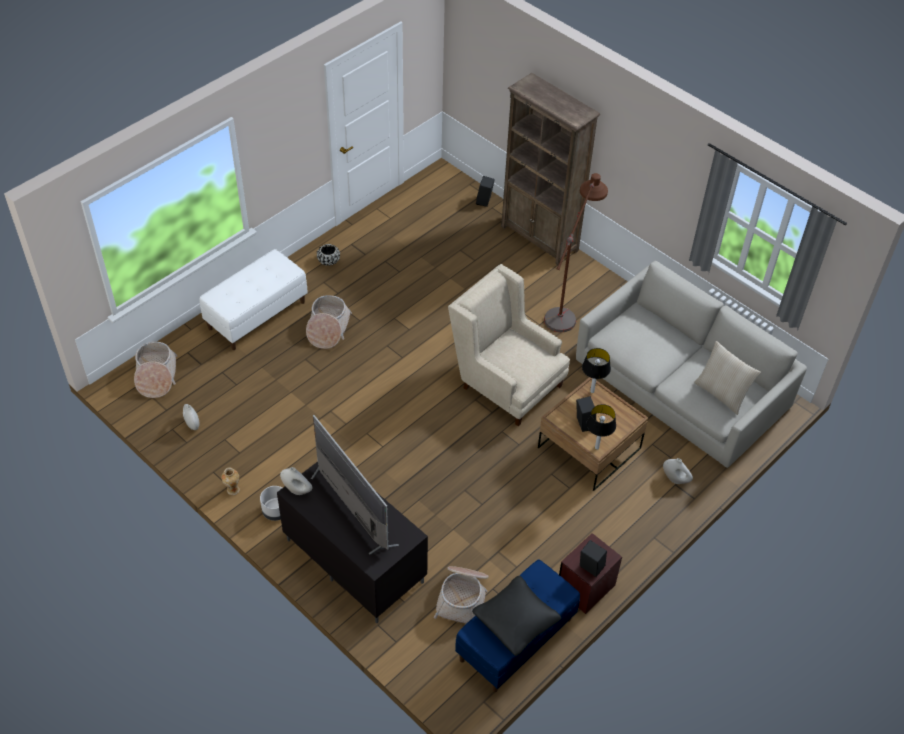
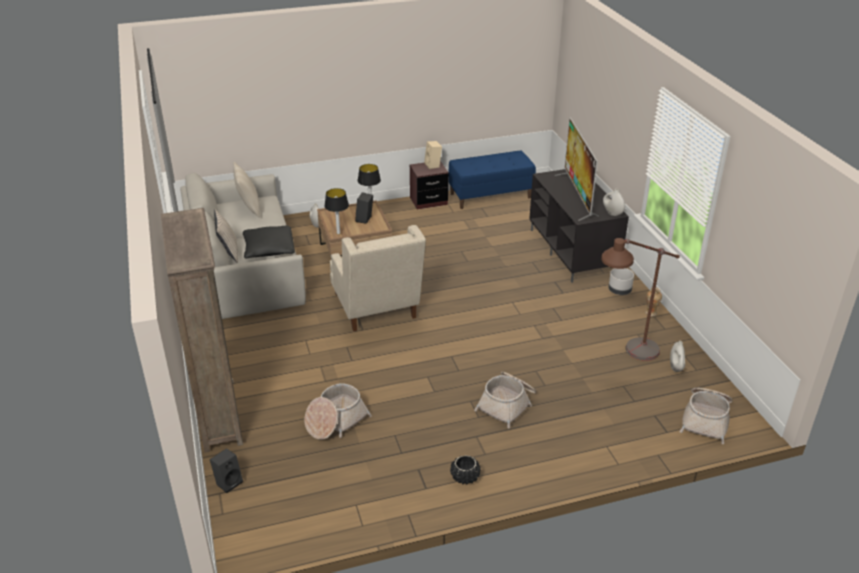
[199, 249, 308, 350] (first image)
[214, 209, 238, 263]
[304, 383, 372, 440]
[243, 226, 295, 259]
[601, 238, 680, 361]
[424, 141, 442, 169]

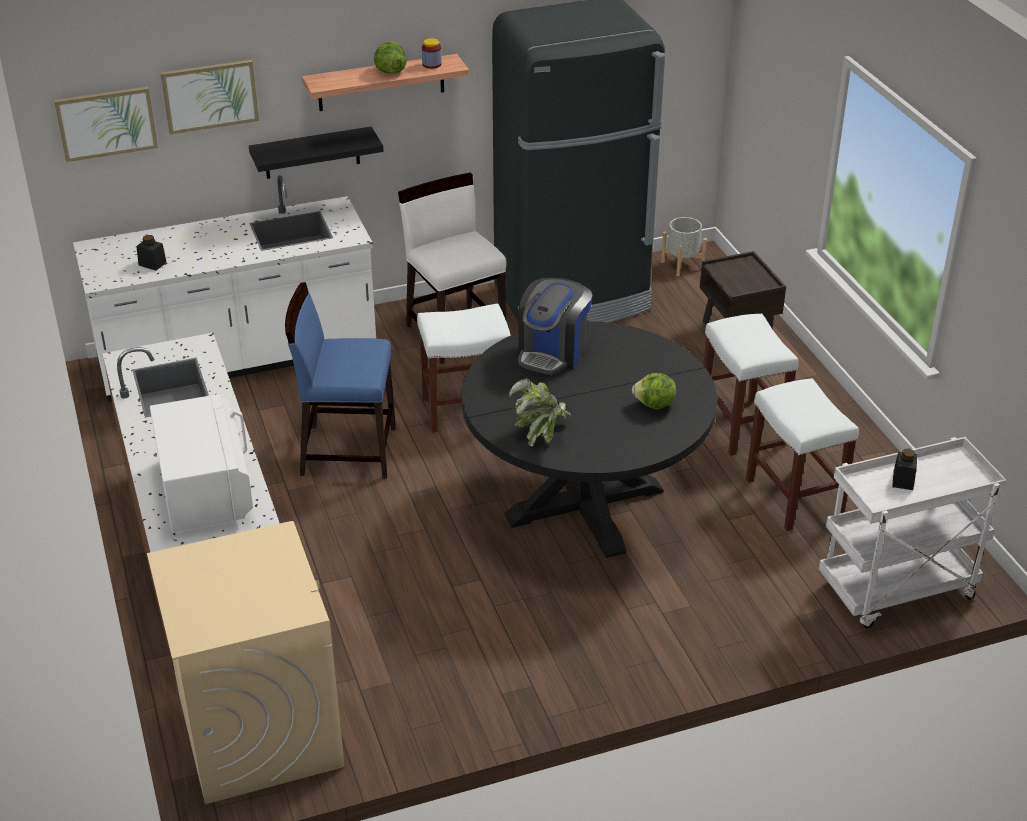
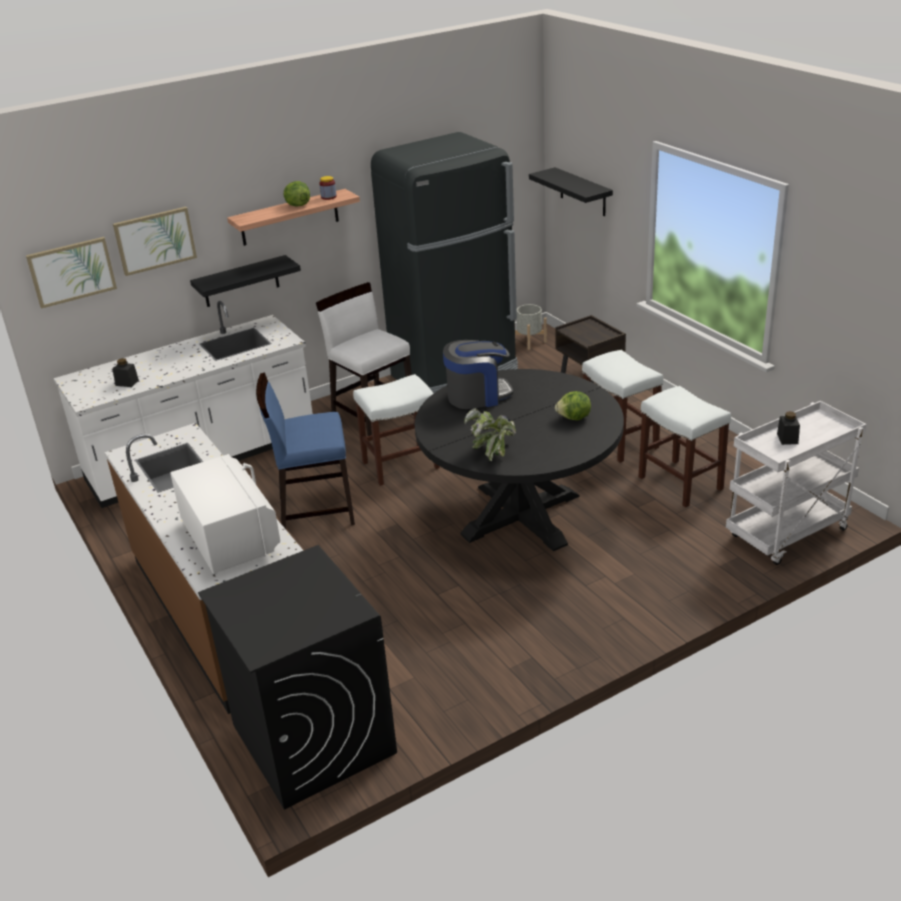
[529, 167, 613, 216]
[198, 545, 397, 810]
[443, 340, 513, 409]

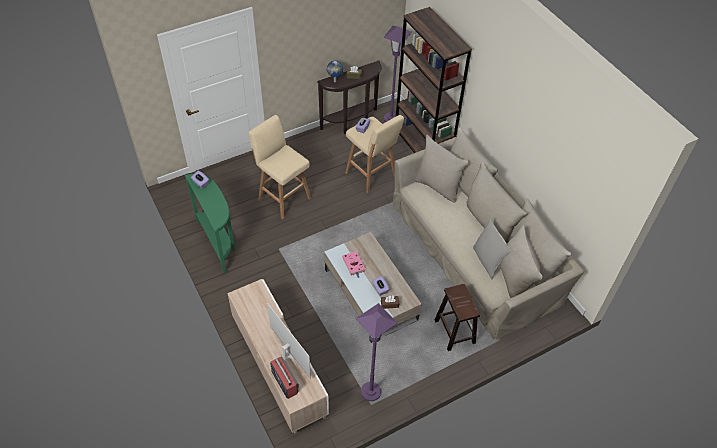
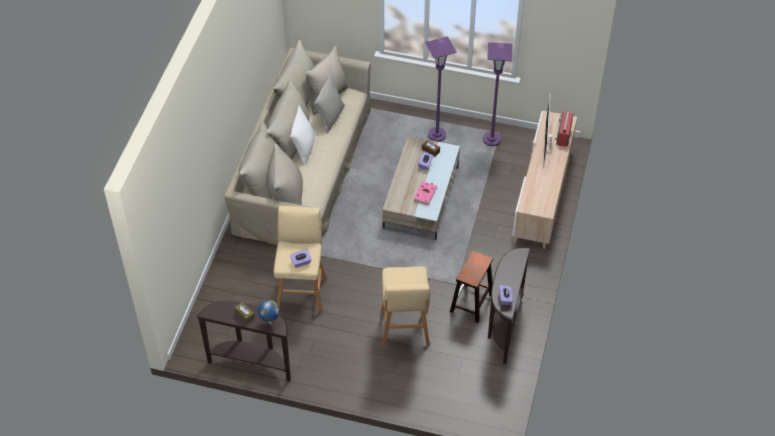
[396, 7, 472, 153] (first image)
[290, 106, 315, 165]
[425, 36, 457, 142]
[450, 250, 493, 323]
[488, 248, 530, 364]

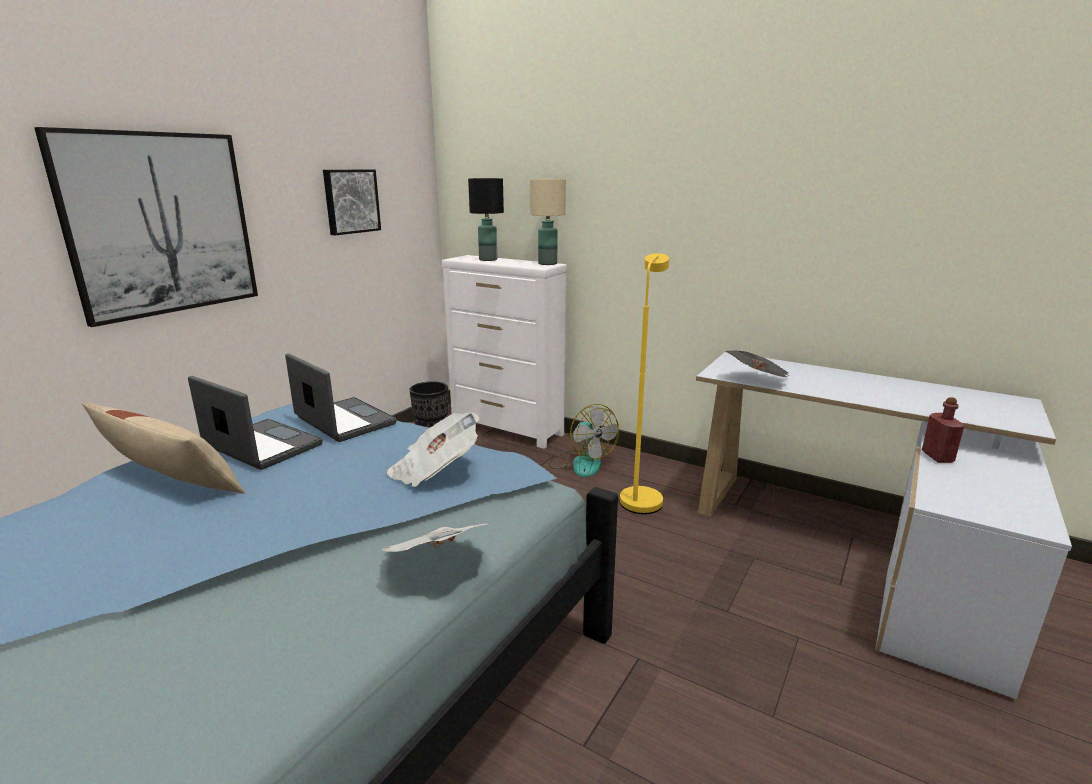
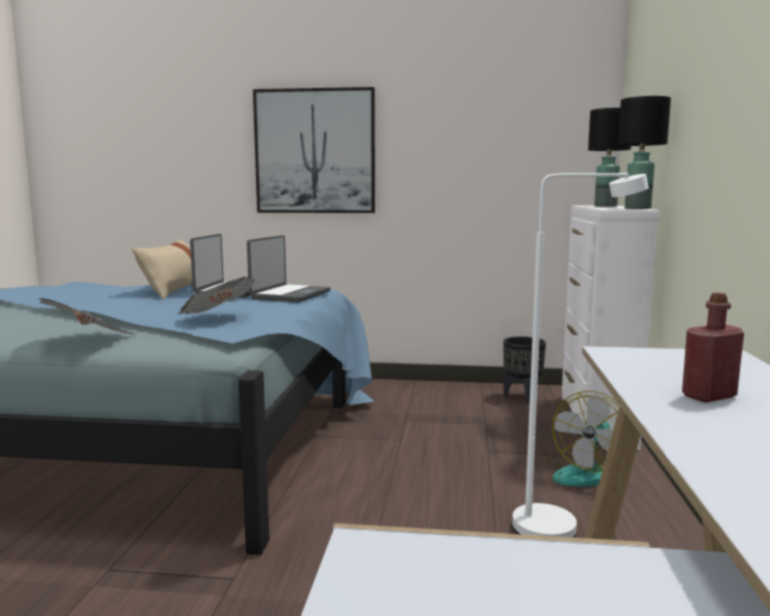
[323, 169, 381, 235] (first image)
[725, 351, 790, 377] (first image)
[682, 292, 744, 403]
[618, 96, 671, 209]
[512, 173, 649, 538]

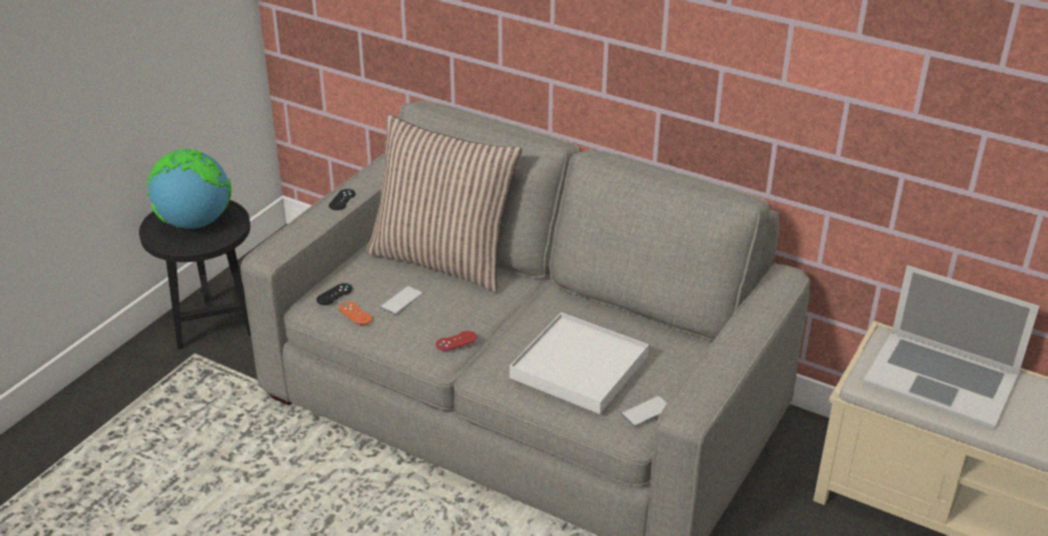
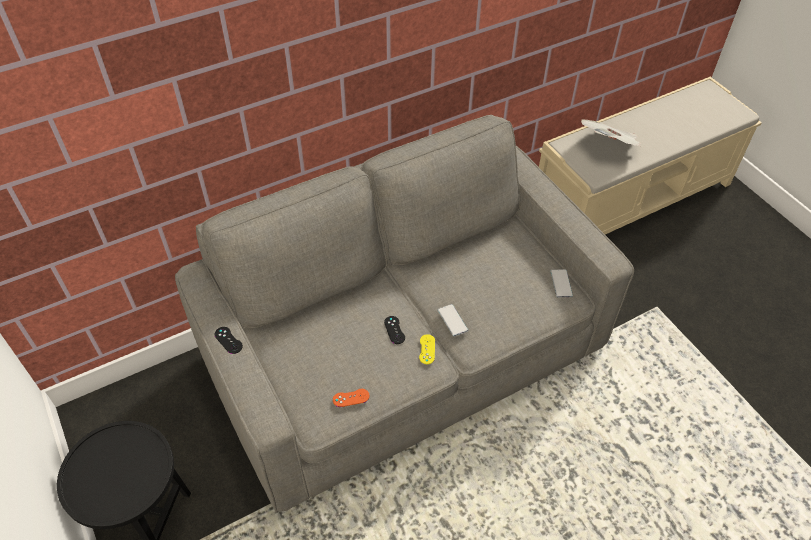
[147, 148, 231, 229] (first image)
[366, 114, 522, 292] (first image)
[509, 312, 649, 414] (first image)
[384, 316, 405, 344]
[438, 304, 468, 336]
[581, 119, 641, 147]
[419, 334, 435, 364]

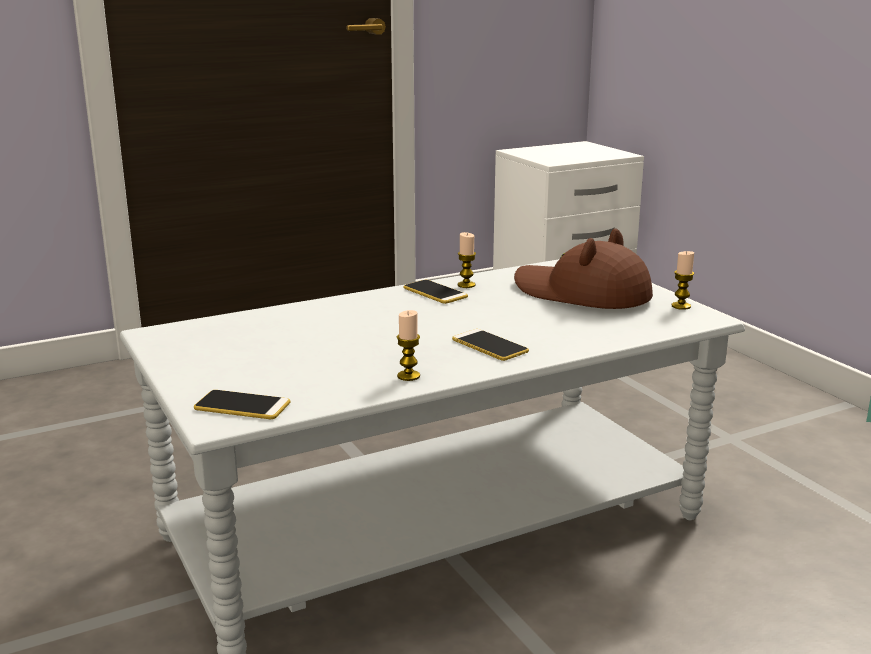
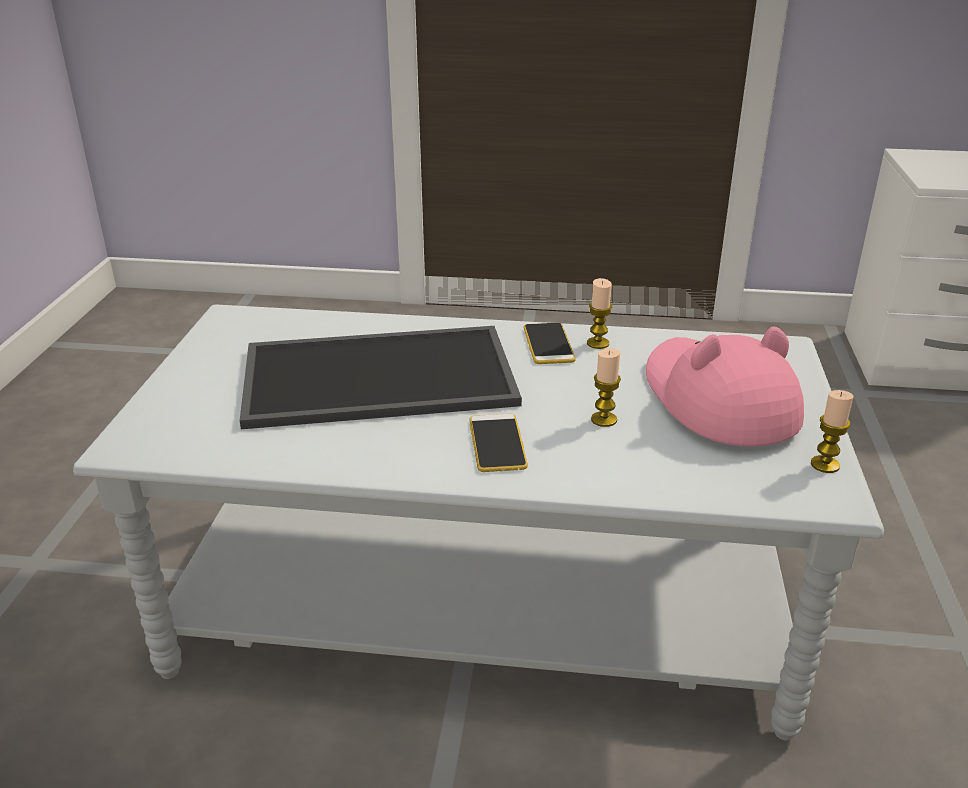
[194, 390, 291, 419] (first image)
[240, 326, 522, 429]
[591, 349, 621, 427]
[646, 327, 804, 446]

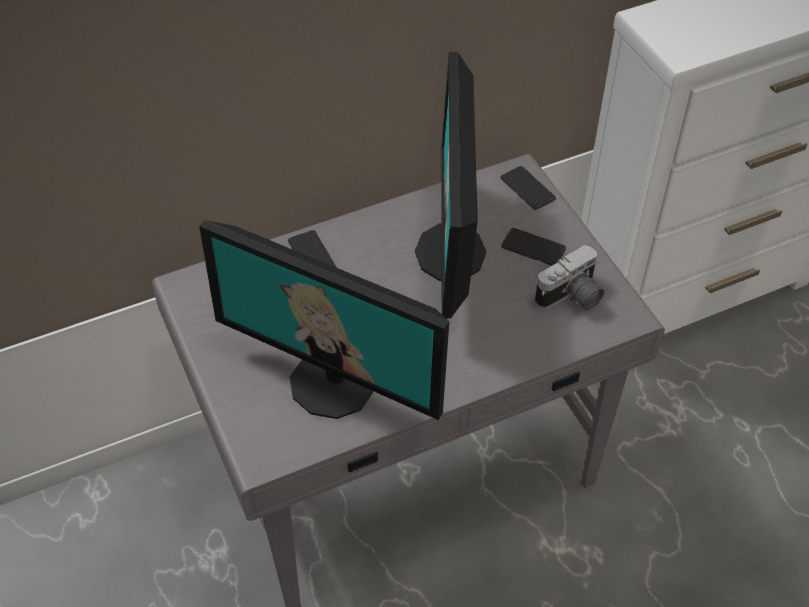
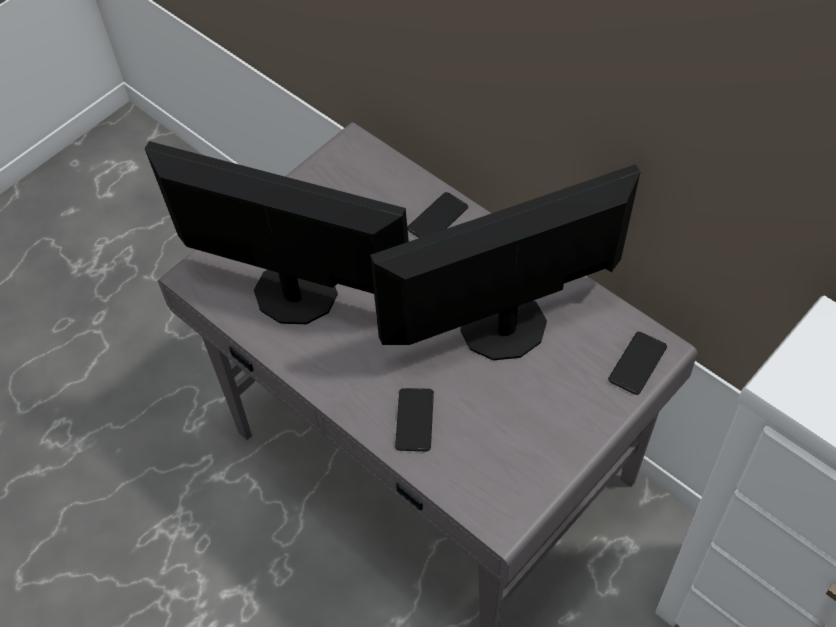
[535, 245, 604, 310] (first image)
[395, 388, 434, 451]
[145, 141, 409, 324]

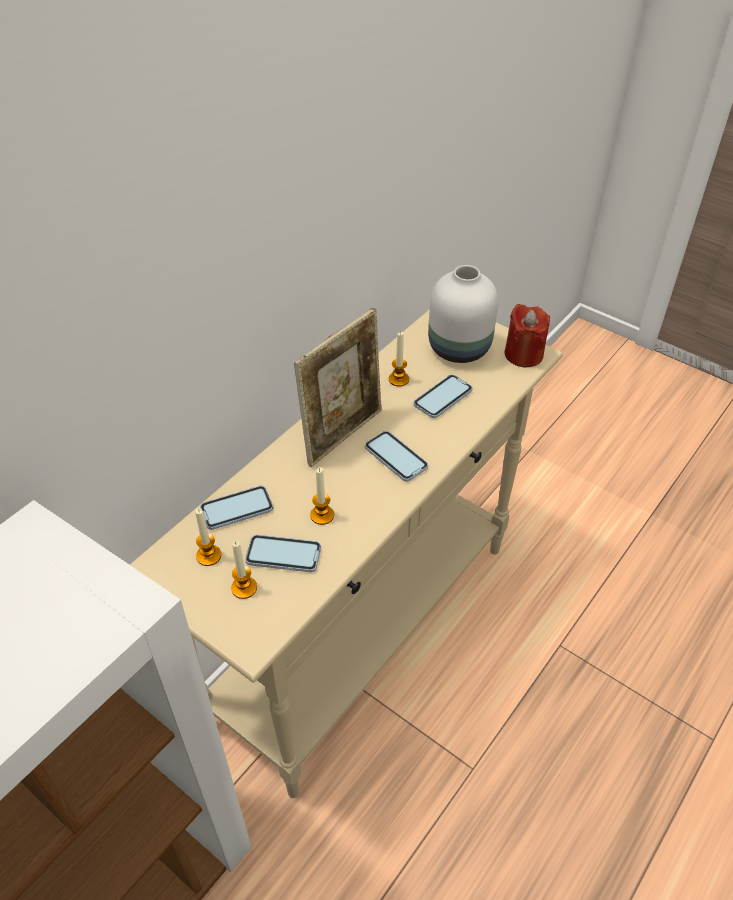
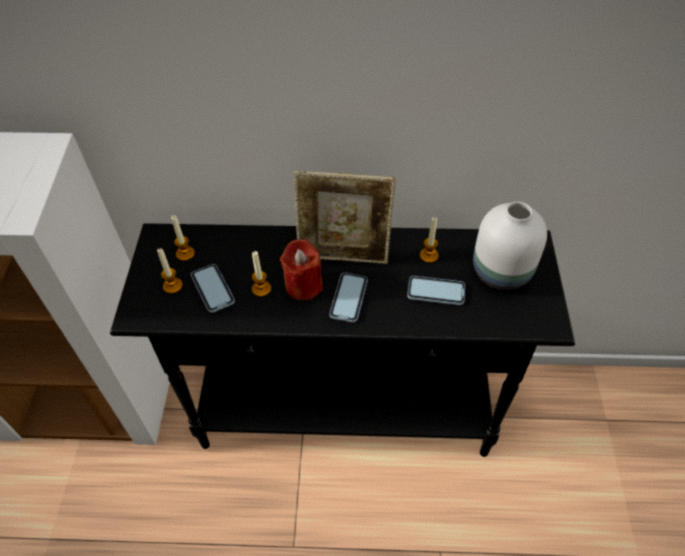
[200, 486, 273, 530] (first image)
[280, 239, 323, 300]
[110, 223, 575, 457]

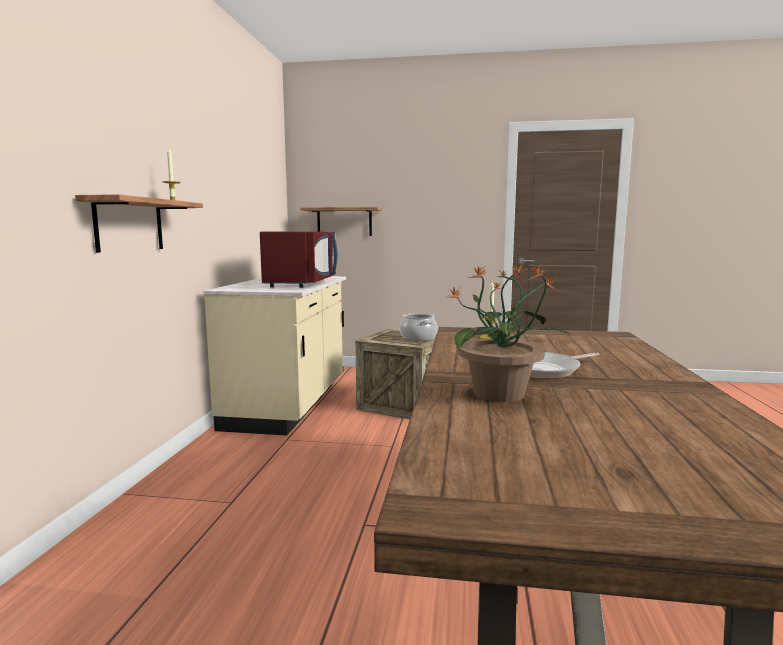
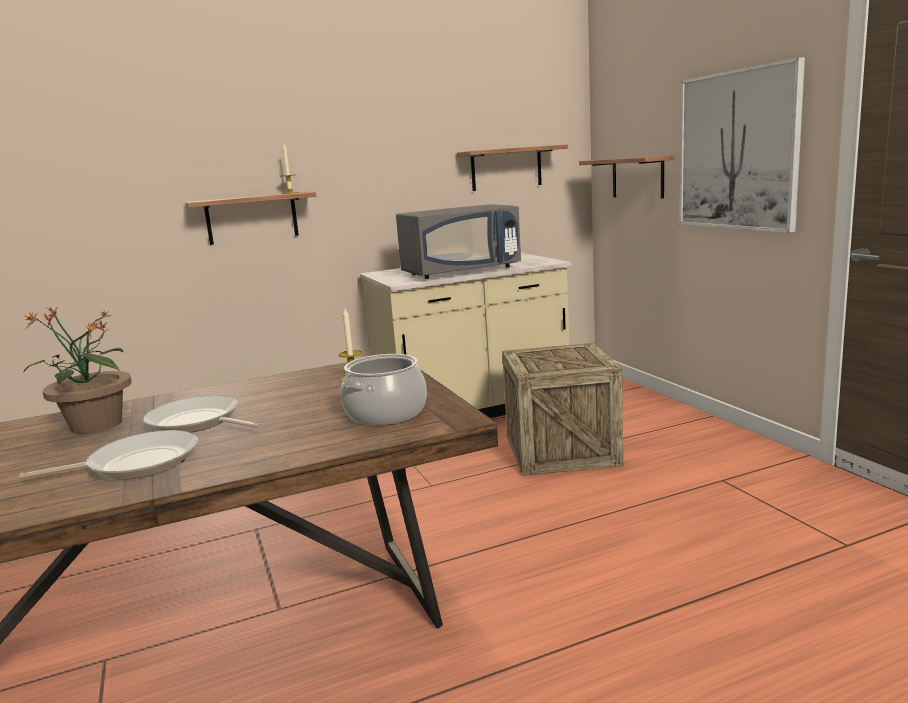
[20, 430, 198, 479]
[457, 144, 568, 191]
[679, 57, 805, 233]
[340, 354, 427, 425]
[396, 204, 521, 279]

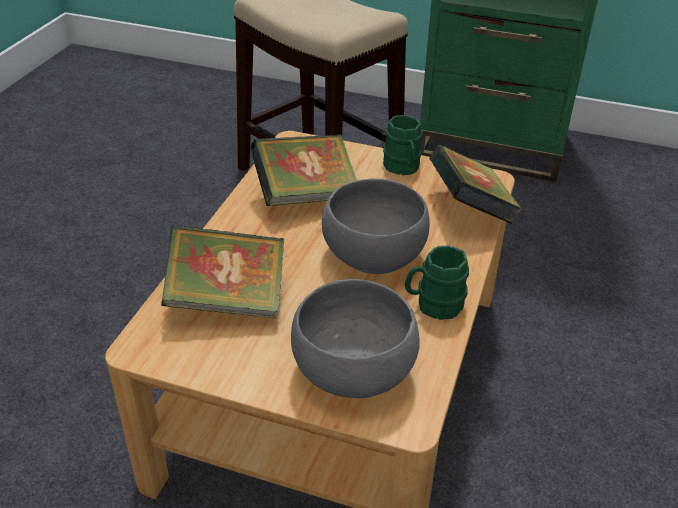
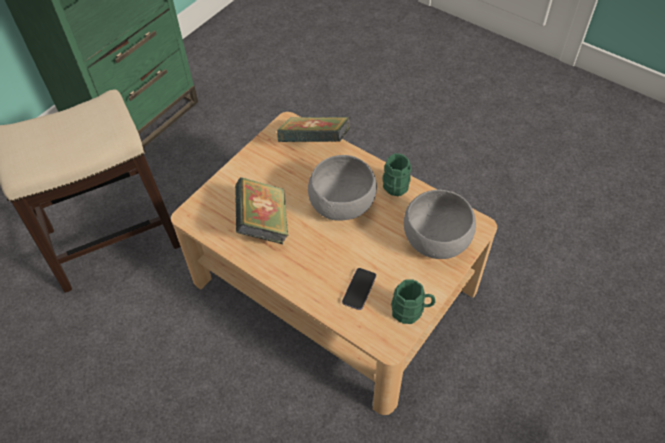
[391, 279, 435, 324]
[342, 268, 376, 310]

